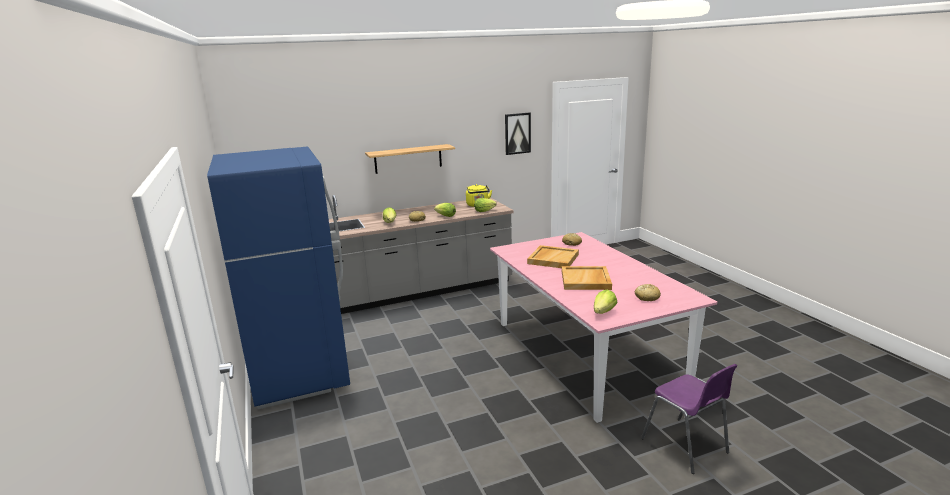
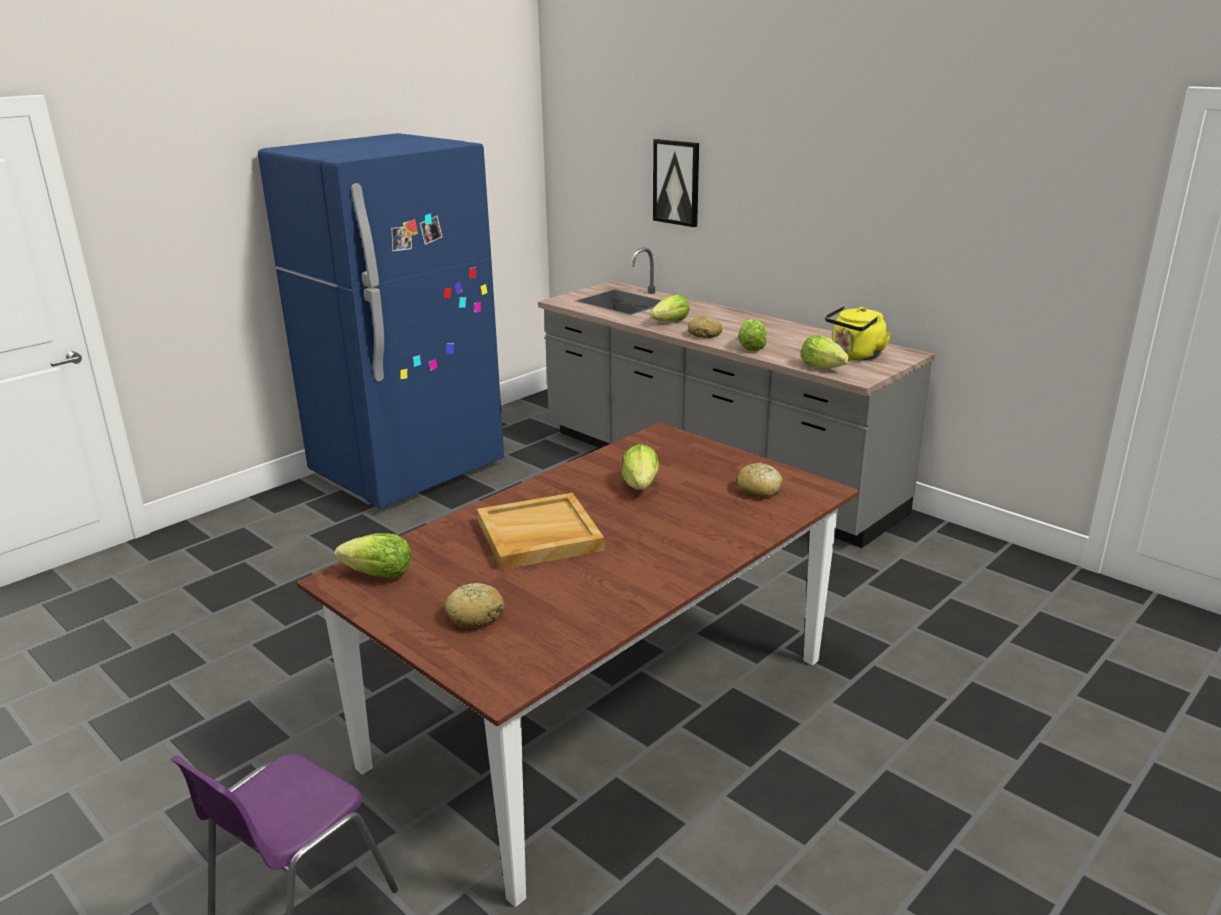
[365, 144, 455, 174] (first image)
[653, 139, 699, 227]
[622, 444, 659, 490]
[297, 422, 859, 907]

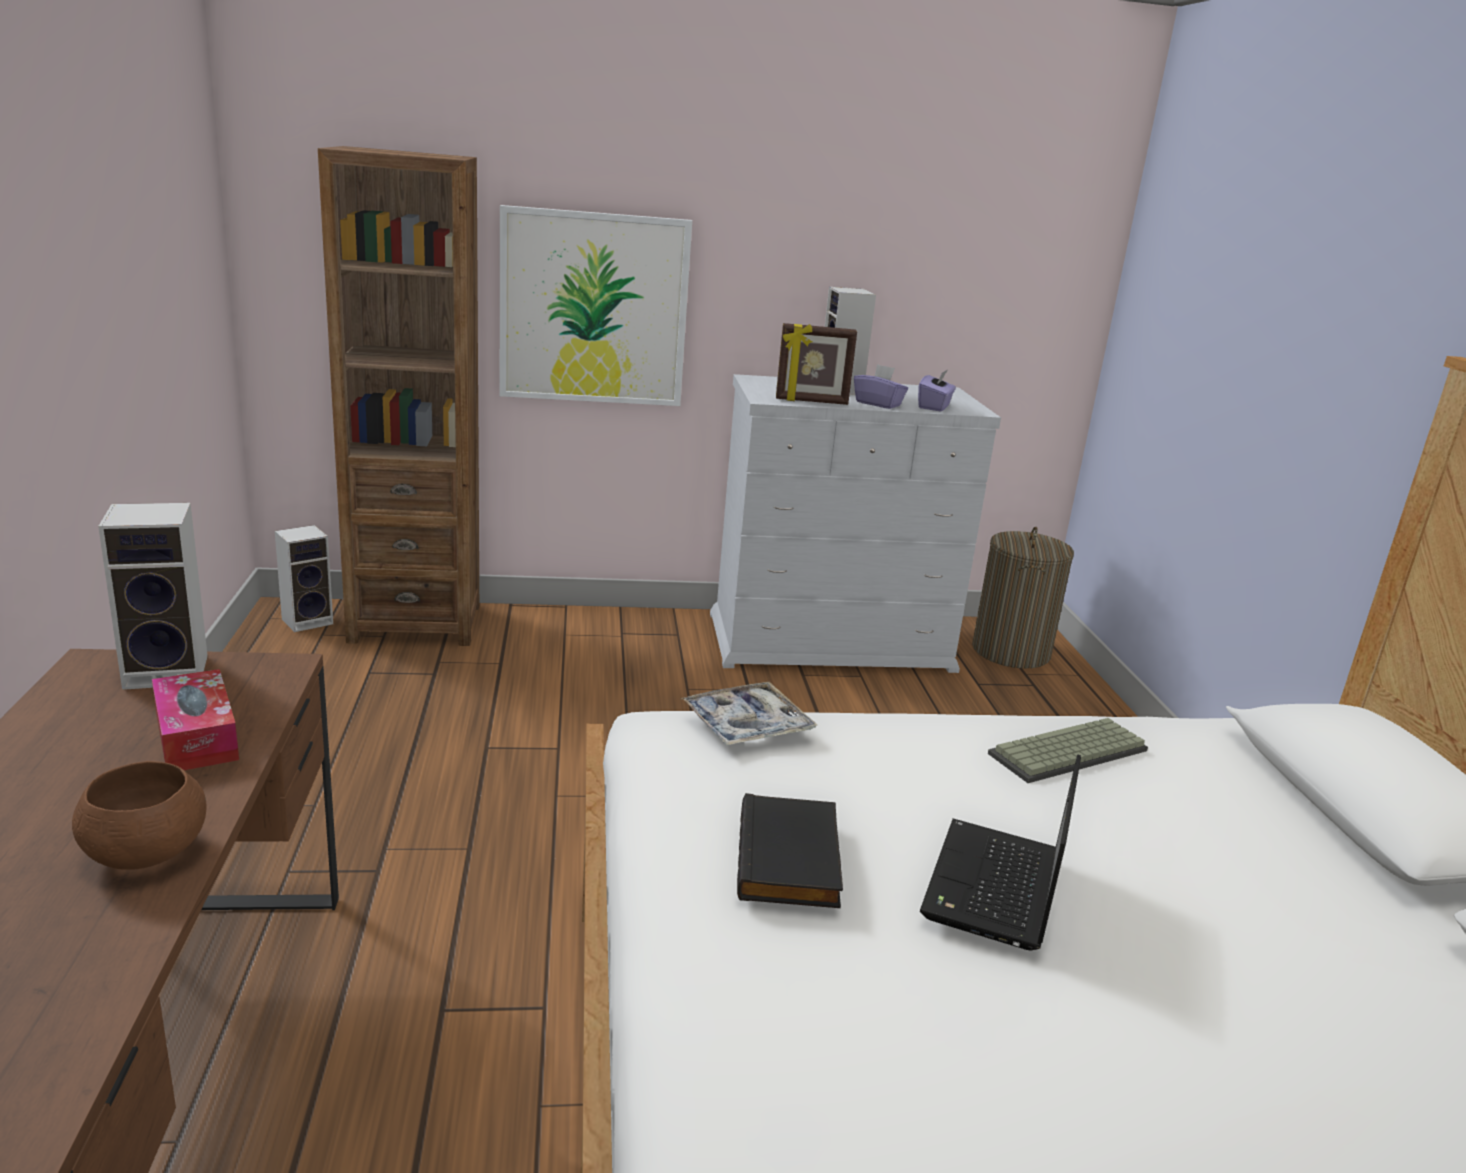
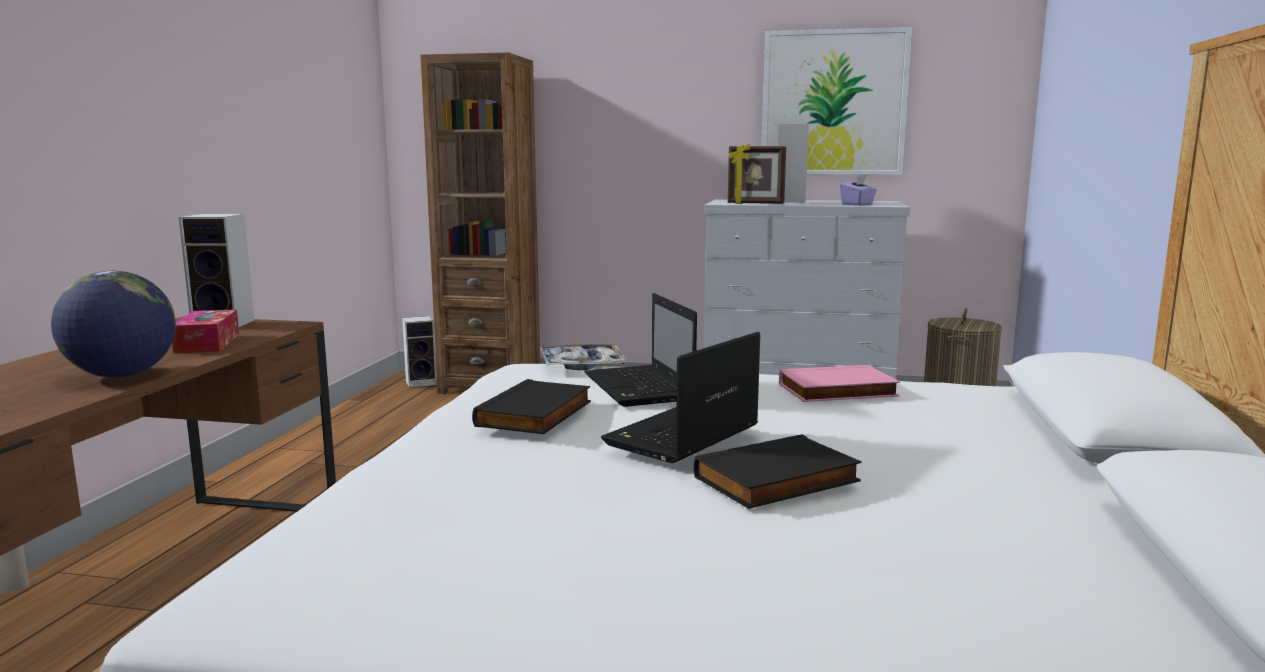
[854, 364, 908, 409] (first image)
[584, 293, 697, 407]
[694, 434, 862, 509]
[762, 27, 912, 175]
[51, 271, 176, 378]
[779, 365, 900, 402]

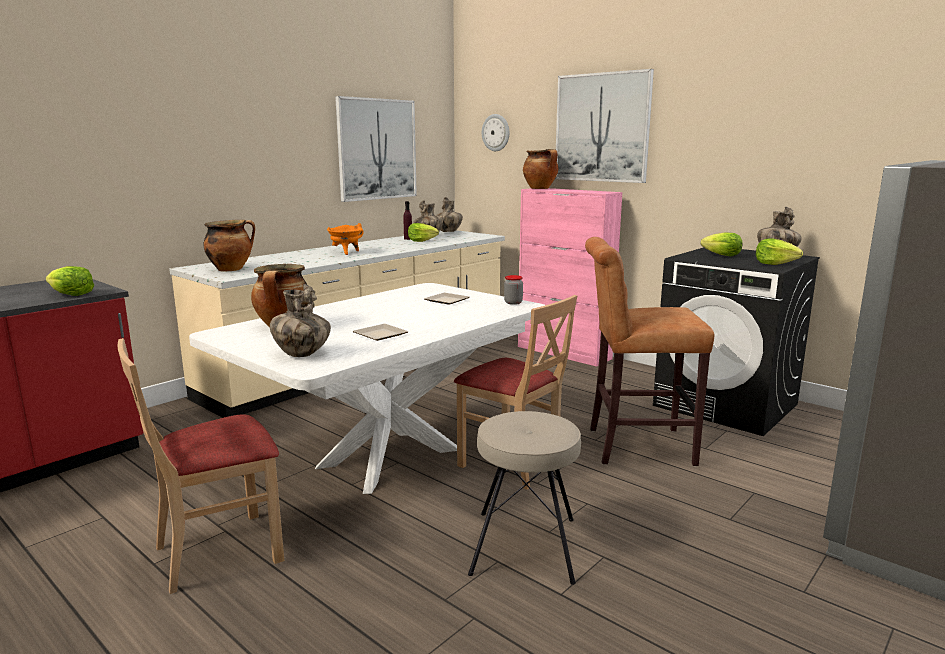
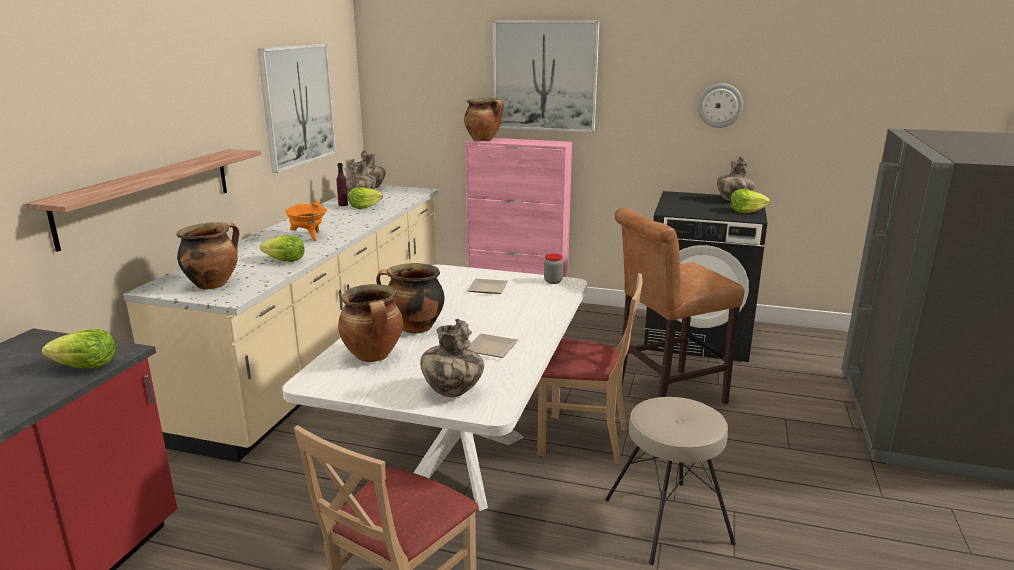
[25, 149, 261, 252]
[376, 263, 445, 334]
[697, 83, 743, 128]
[260, 236, 305, 262]

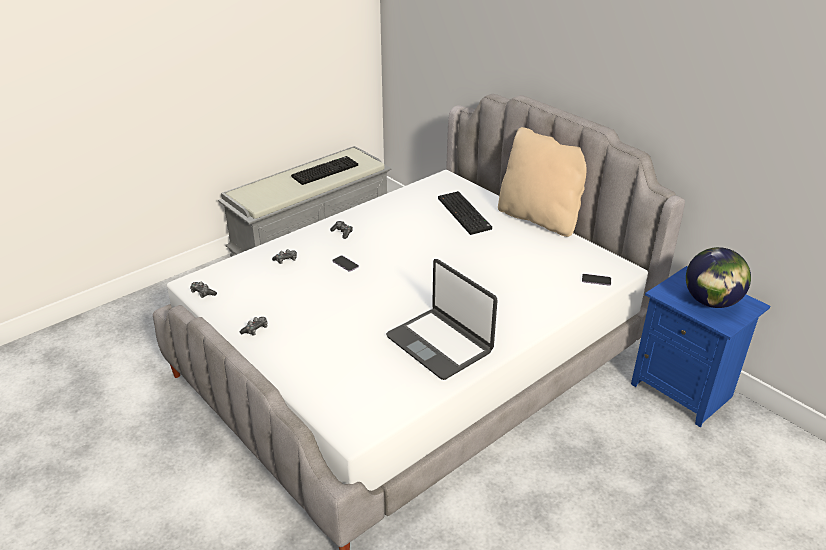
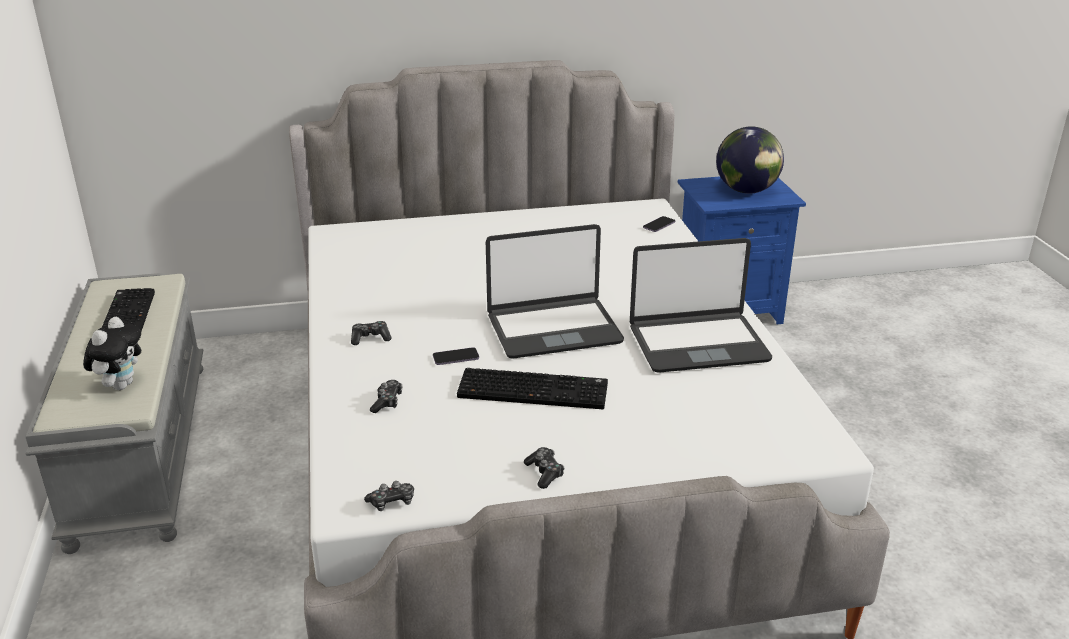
[498, 127, 586, 237] (first image)
[83, 317, 141, 390]
[486, 224, 624, 359]
[457, 368, 608, 409]

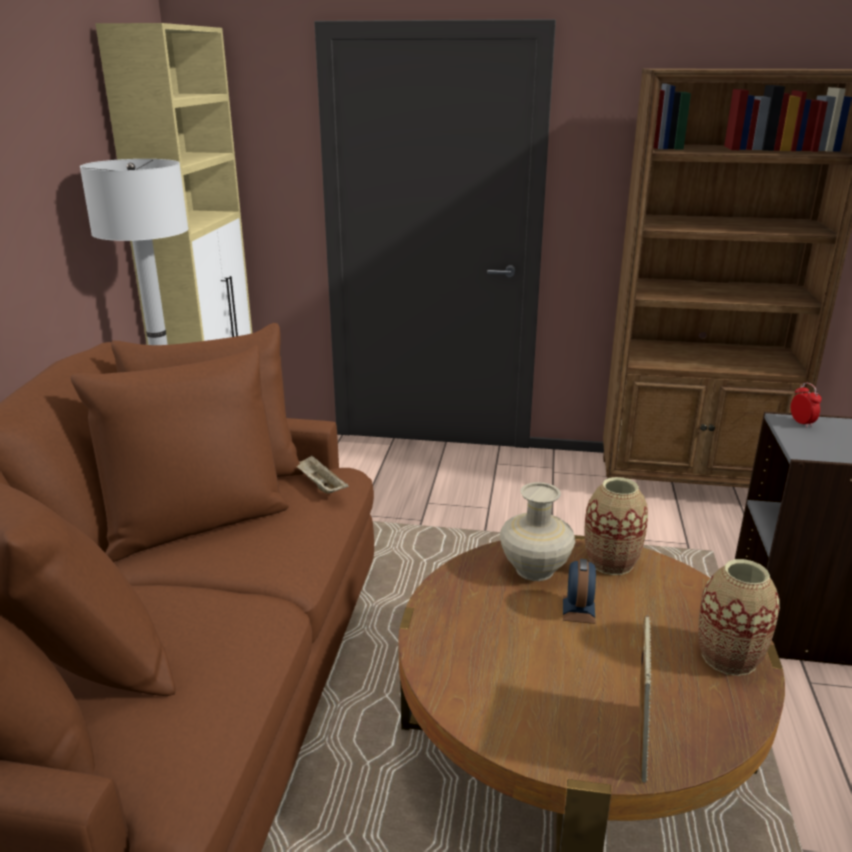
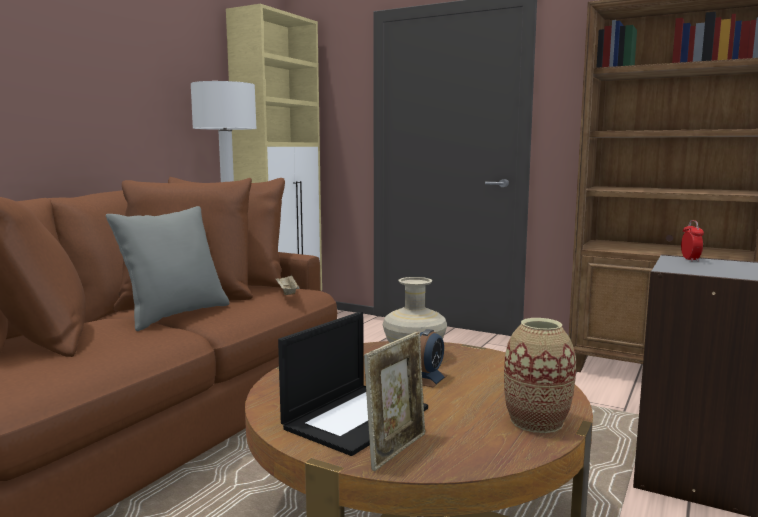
[584, 477, 648, 575] (first image)
[106, 206, 229, 331]
[278, 312, 428, 456]

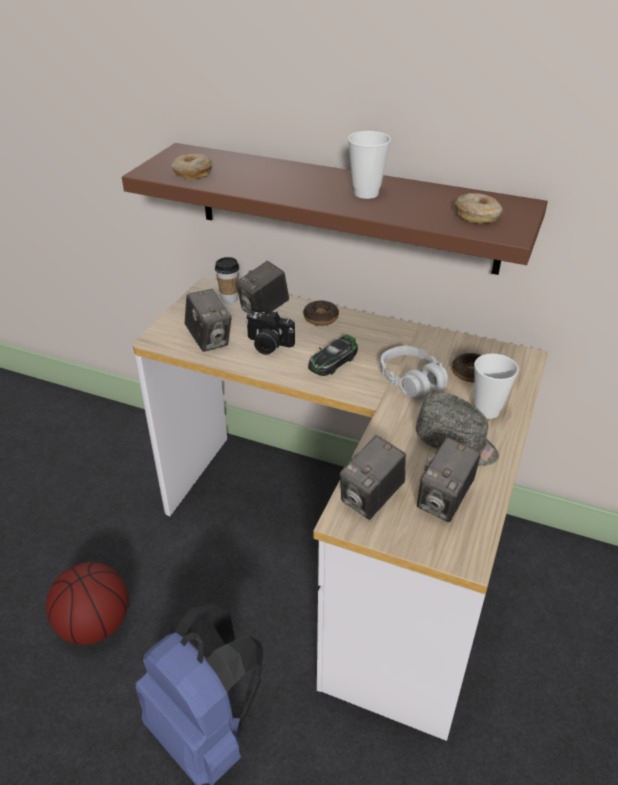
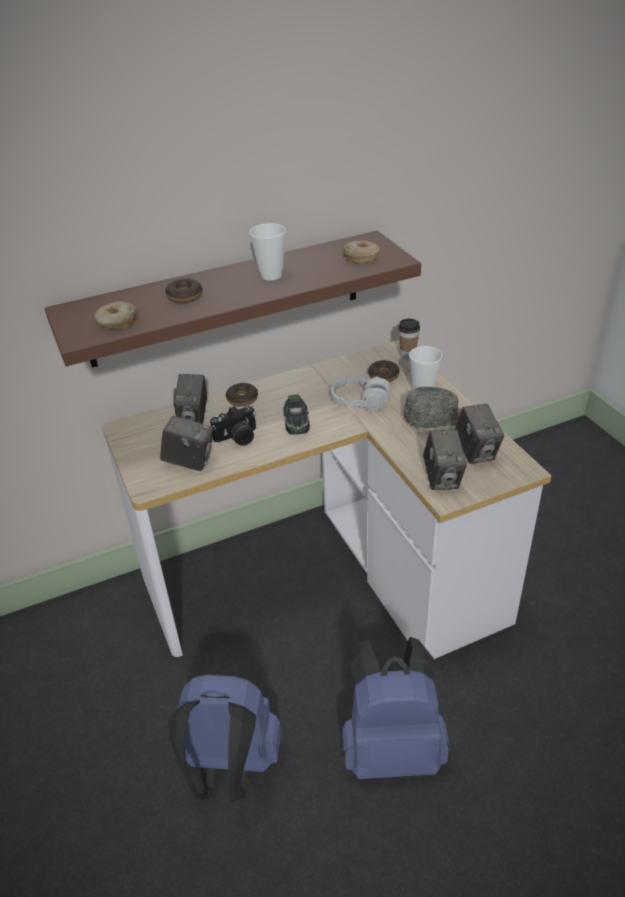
[165, 278, 202, 303]
[398, 318, 420, 359]
[169, 675, 281, 803]

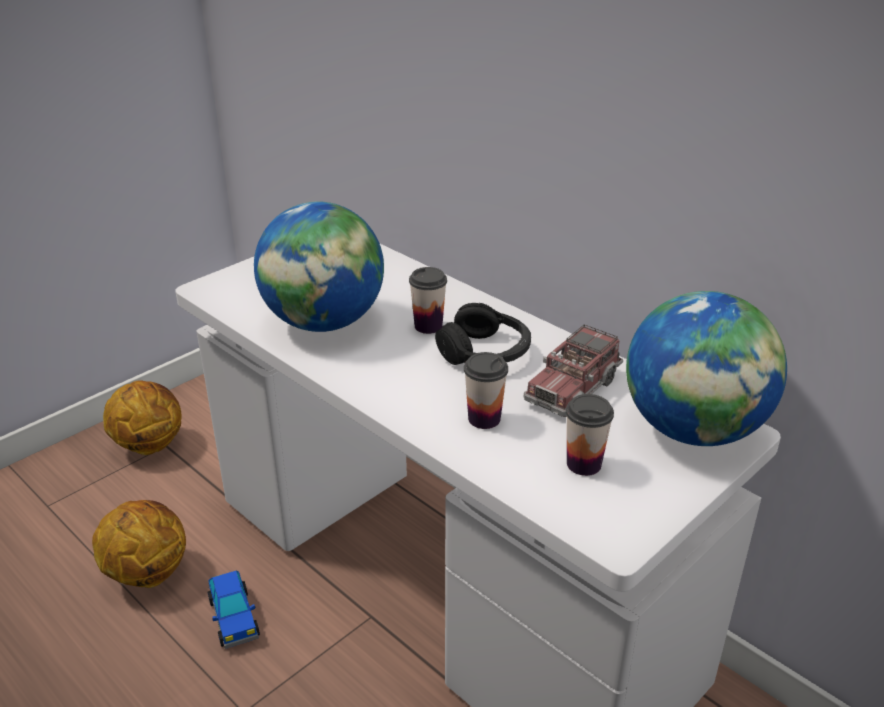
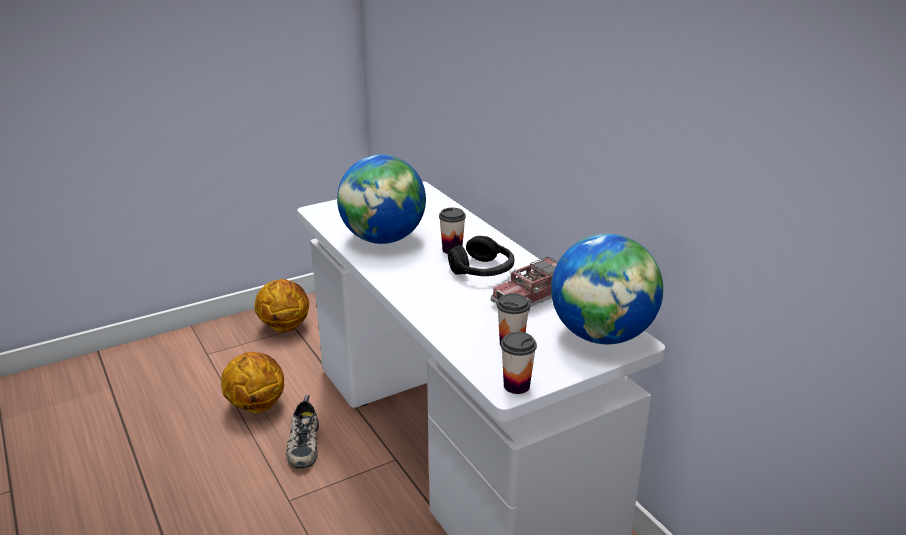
[501, 332, 537, 394]
[286, 395, 319, 469]

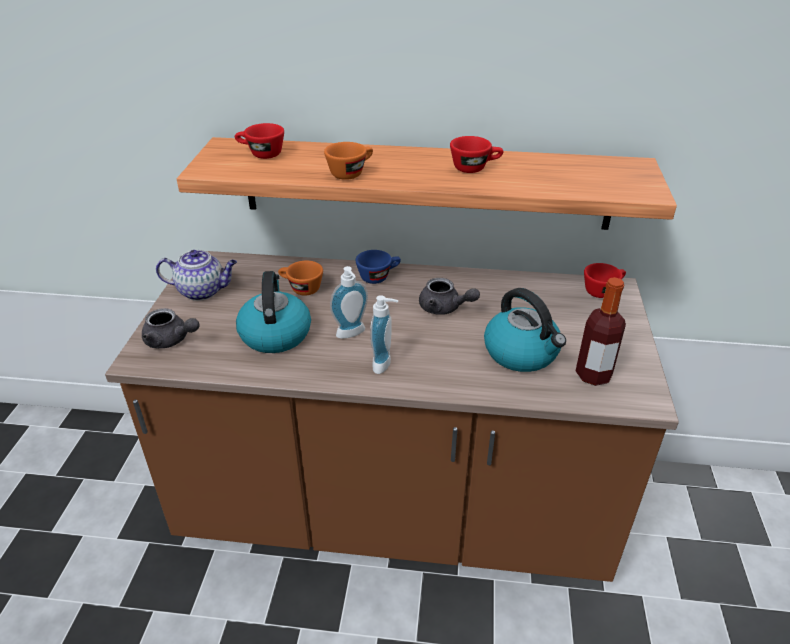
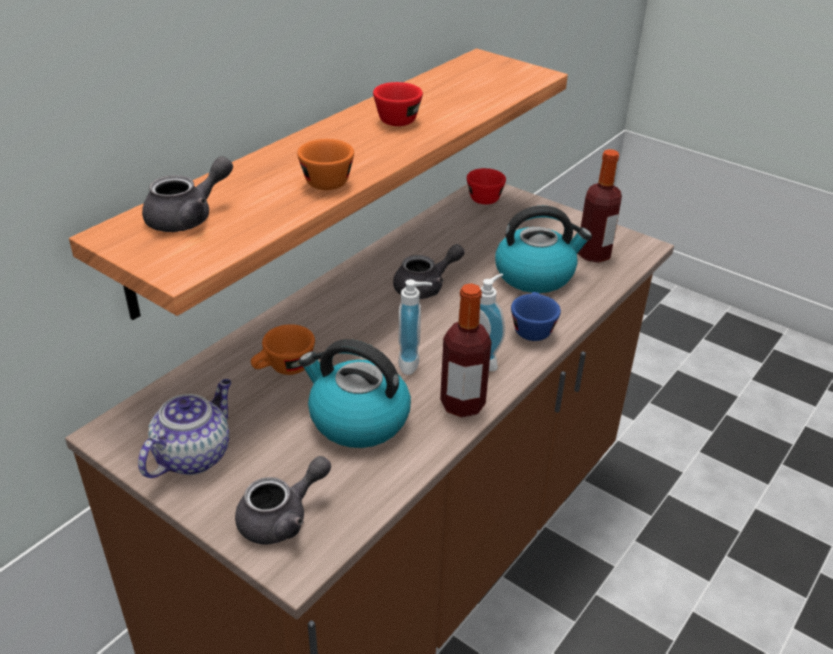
[440, 283, 491, 417]
[511, 292, 561, 341]
[142, 156, 233, 232]

